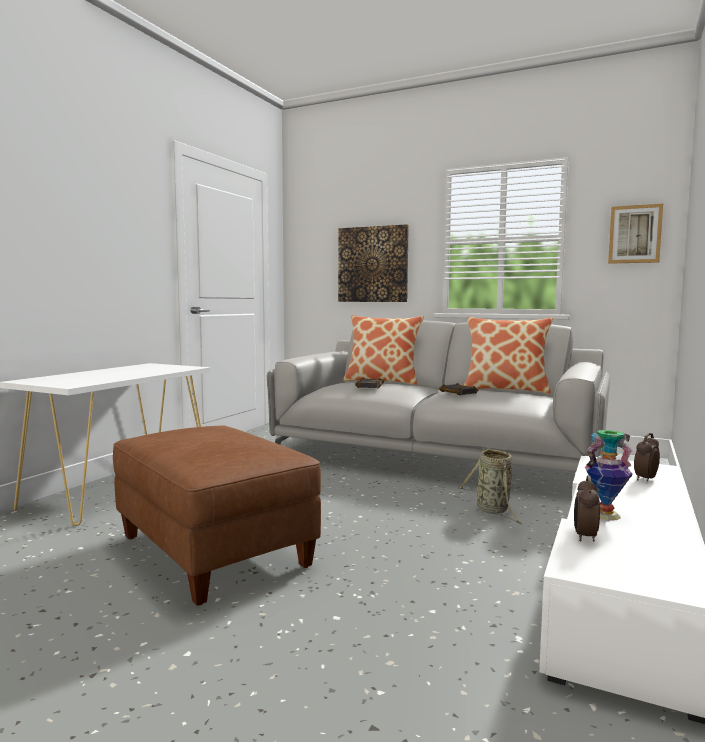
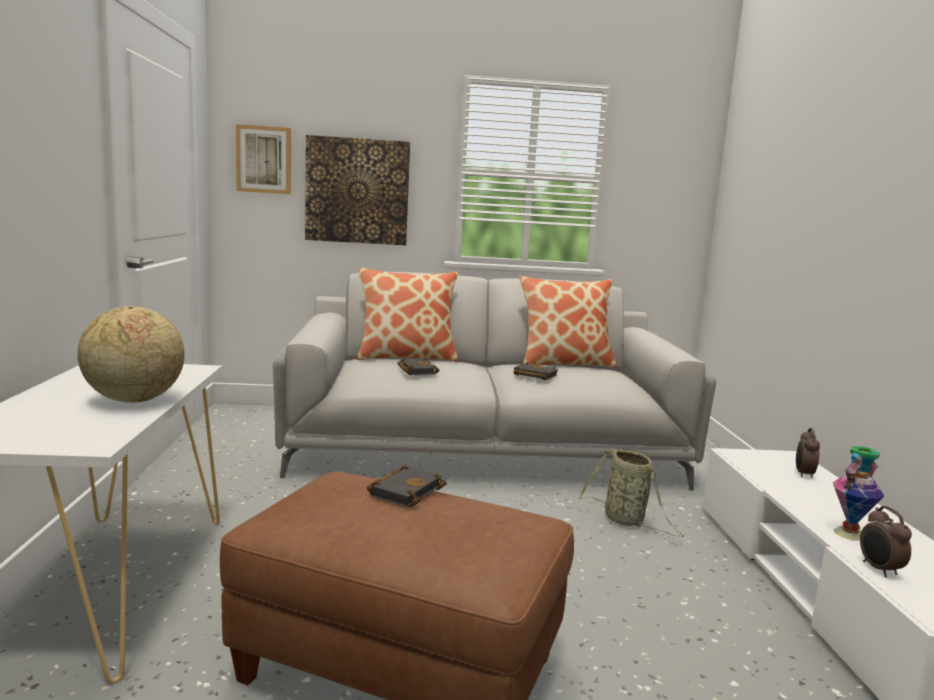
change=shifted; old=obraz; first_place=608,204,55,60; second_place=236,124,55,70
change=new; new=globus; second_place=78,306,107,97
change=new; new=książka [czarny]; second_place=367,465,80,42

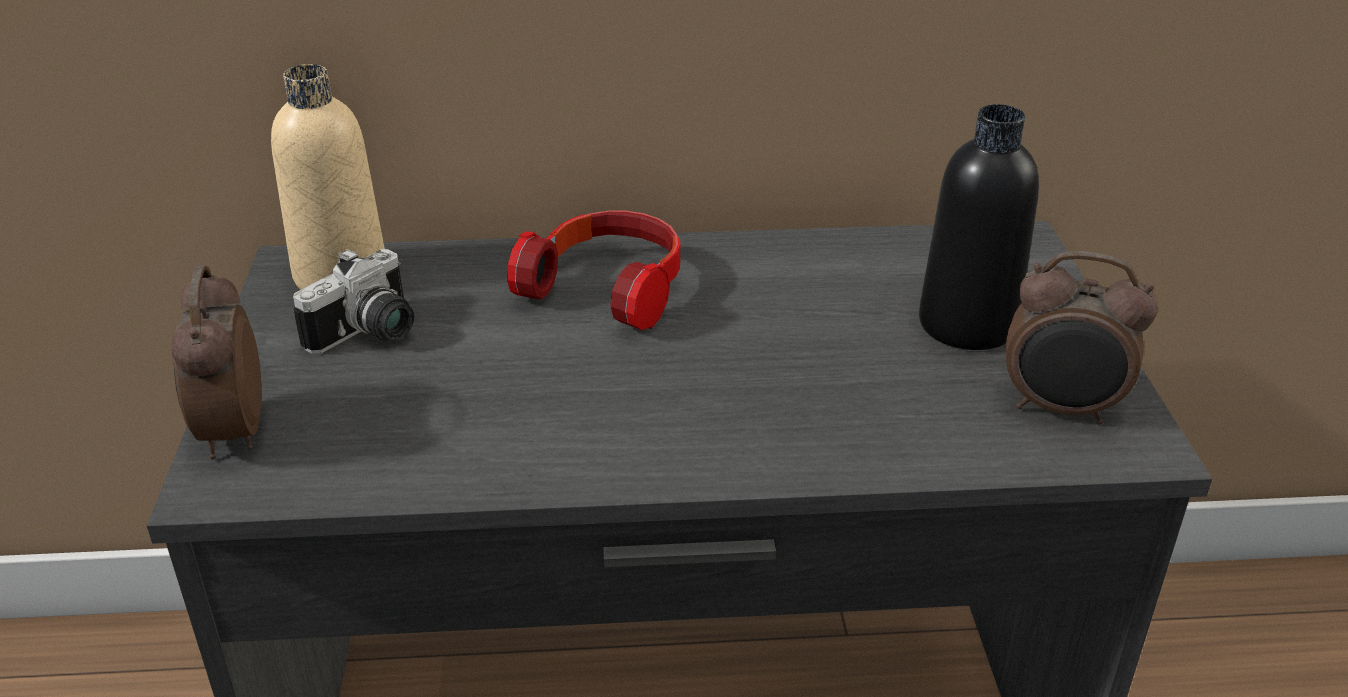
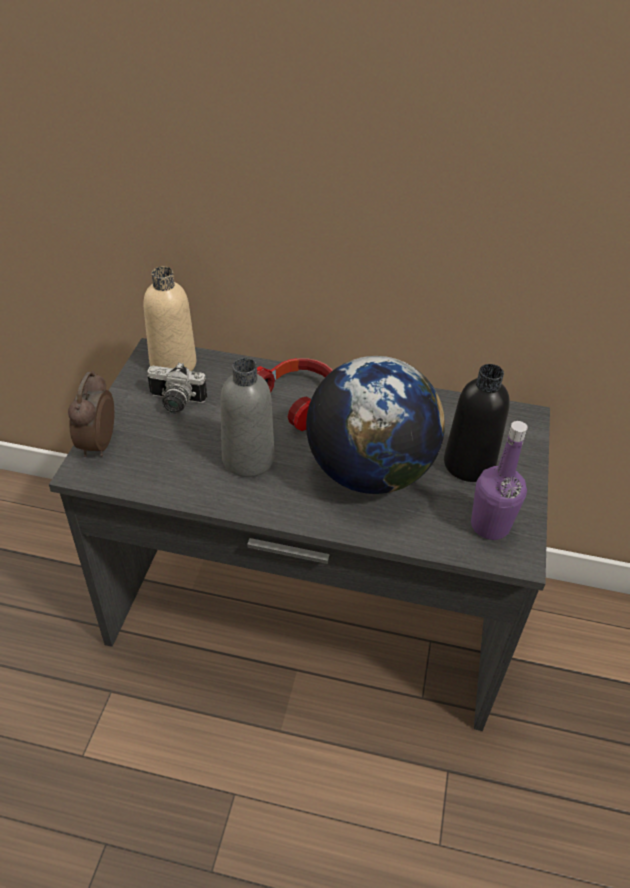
change=rotated; old=aparat fotograficzny; first_place=293,249,121,105; second_place=147,362,60,52; degrees=45
change=swapped; old=budzik; new=butelka [fioletowy]; first_place=1006,251,152,174; second_place=471,421,57,119
change=new; new=globus; second_place=306,356,139,138
change=new; new=butelka [szary]; second_place=220,358,54,119

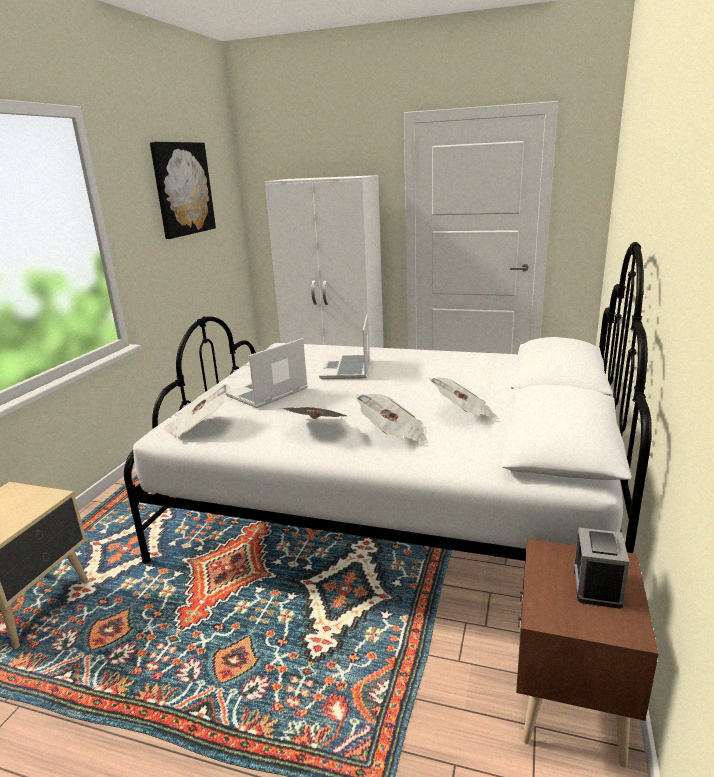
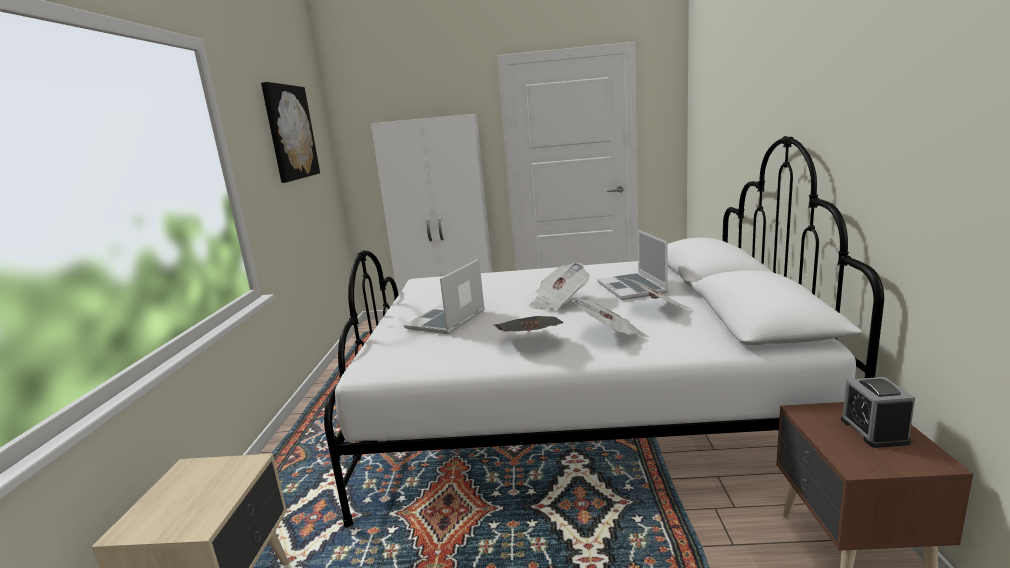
change=shifted; old=laptop; first_place=319,314,51,65; second_place=597,230,71,70
change=shifted; old=gazeta; first_place=164,384,66,54; second_place=529,262,60,47

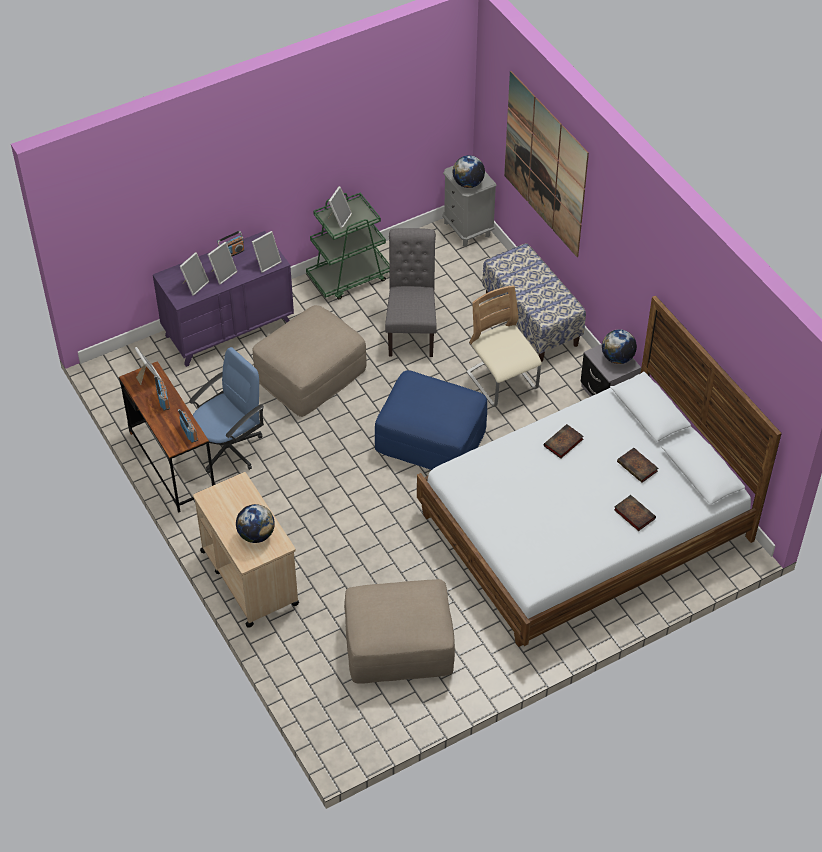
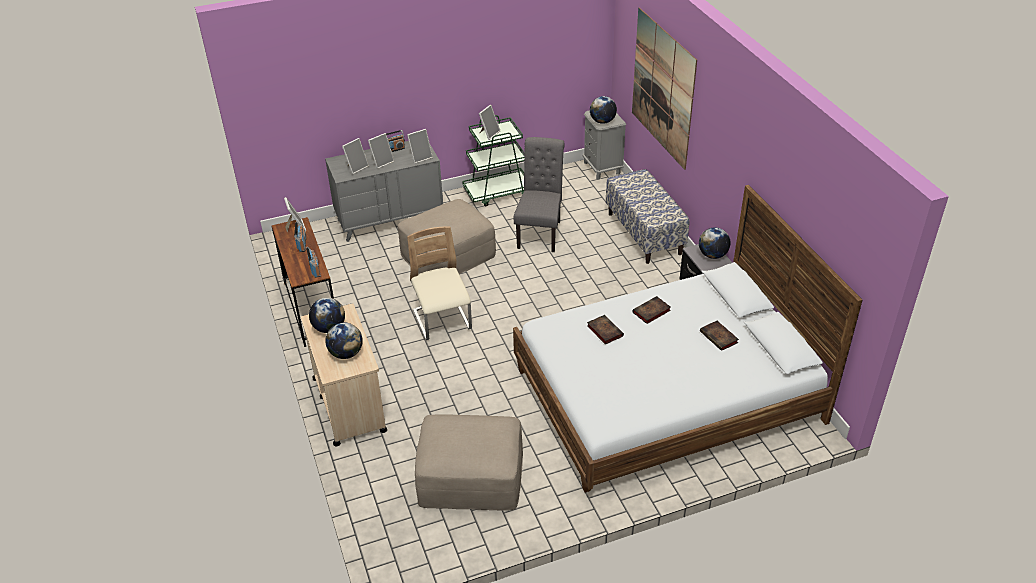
change=repainted; old=komoda [fioletowy]; new=komoda [szary]; first_place=153,231,141,136; second_place=325,141,118,101
change=shifted; old=krzesło [beżowy]; first_place=466,286,76,121; second_place=407,227,65,113
change=gone; old=krzesło biurowe [niebieski]; first_place=189,347,75,126
change=gone; old=pufa [niebieski]; first_place=375,370,112,100
change=shifted; old=książka; first_place=614,495,42,36; second_place=587,315,37,29
change=new; new=globus; second_place=309,298,36,35

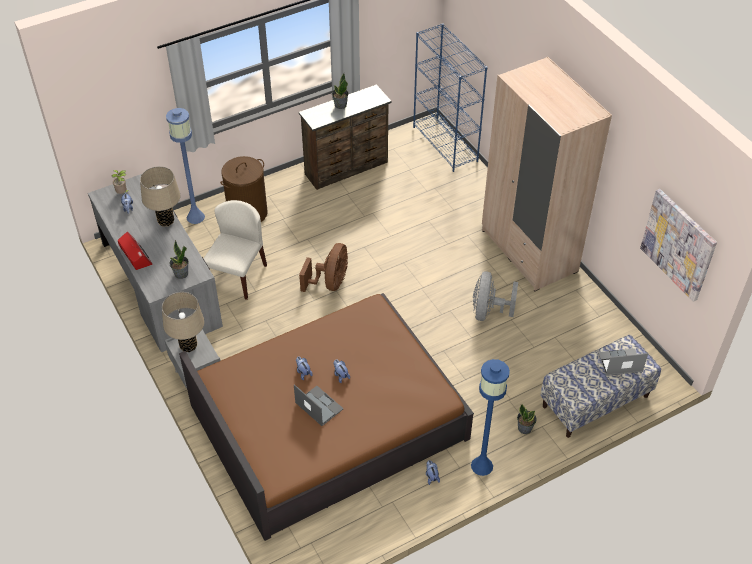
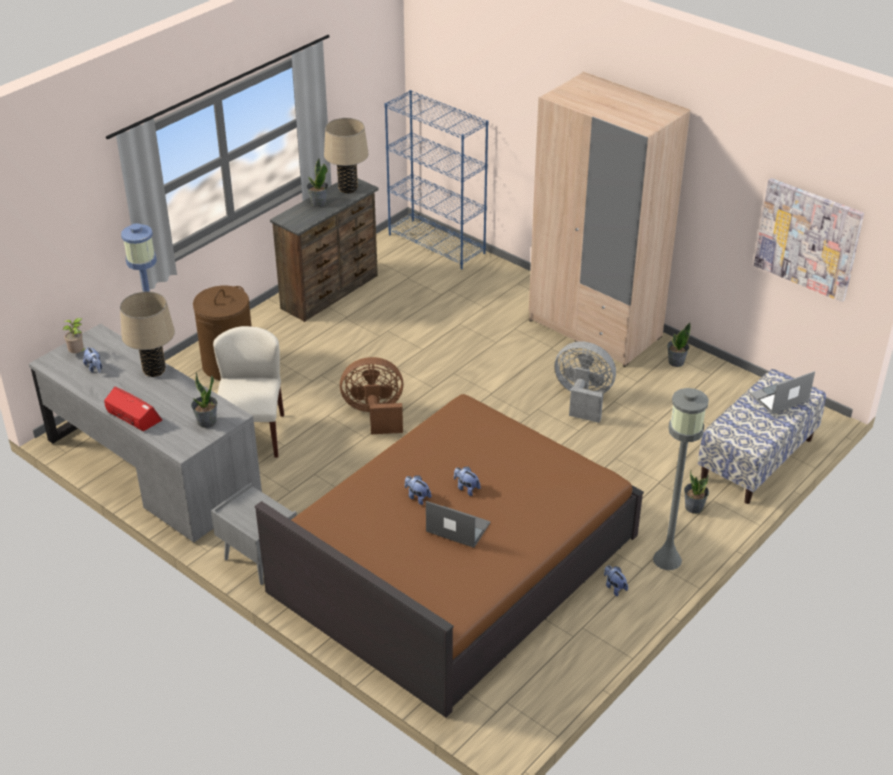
change=rotated; old=wentylator [brązowy]; first_place=299,243,49,49; second_place=340,357,64,77; degrees=-90
change=rotated; old=wentylator [szary]; first_place=473,271,45,50; second_place=555,342,61,81; degrees=120
change=shifted; old=lampa stołowa [beżowy]; first_place=162,292,42,60; second_place=324,118,45,75
change=repainted; old=lampa stojąca [niebieski]; new=lampa stojąca [szary]; first_place=471,359,39,117; second_place=653,388,56,182
change=new; new=roślina doniczkowa; second_place=667,323,24,44

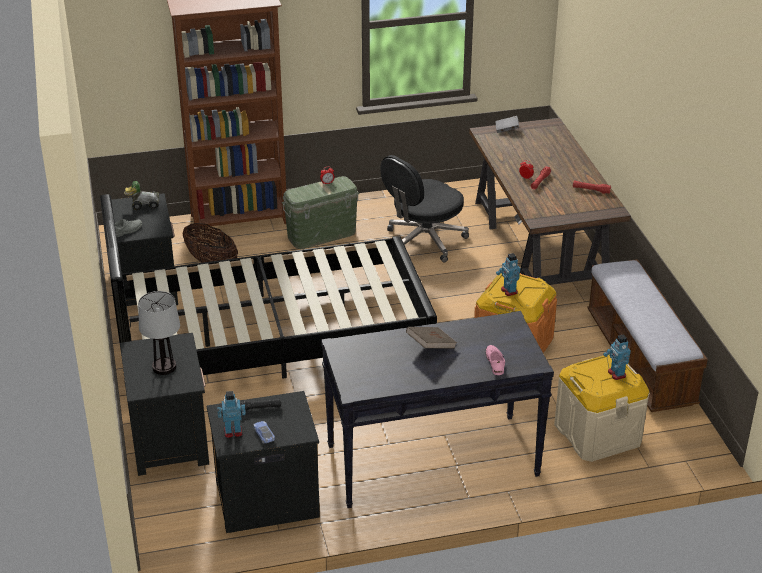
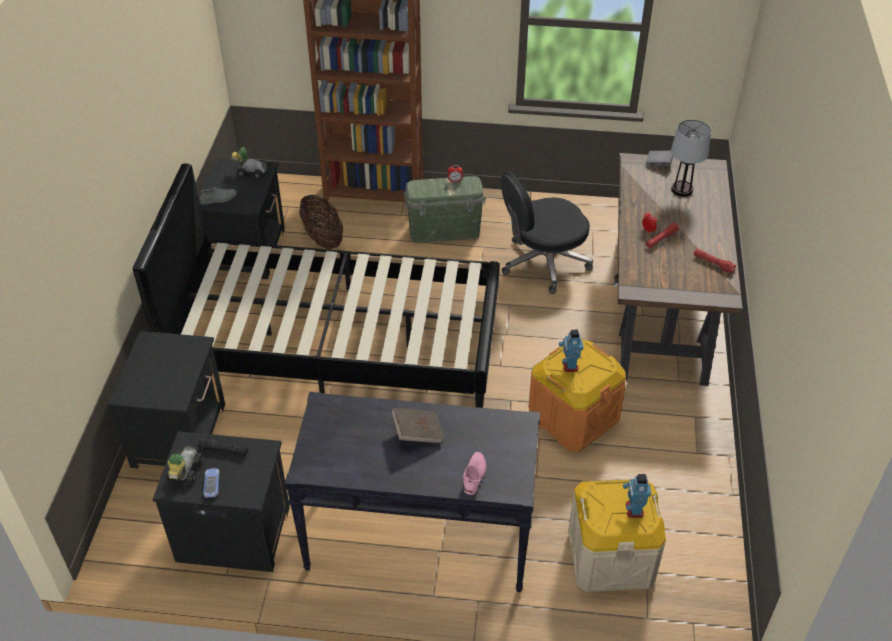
change=gone; old=ławka; first_place=587,259,121,153
change=shifted; old=lampa stołowa; first_place=138,291,42,84; second_place=671,120,40,77
change=swapped; old=robot zabawkowy; new=samochodzik; first_place=217,391,29,47; second_place=166,446,38,38

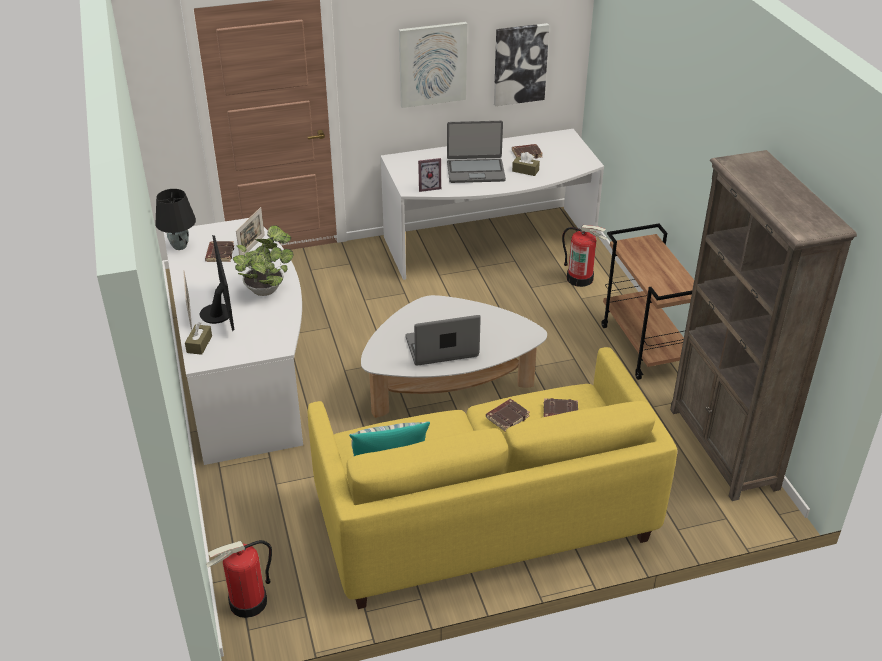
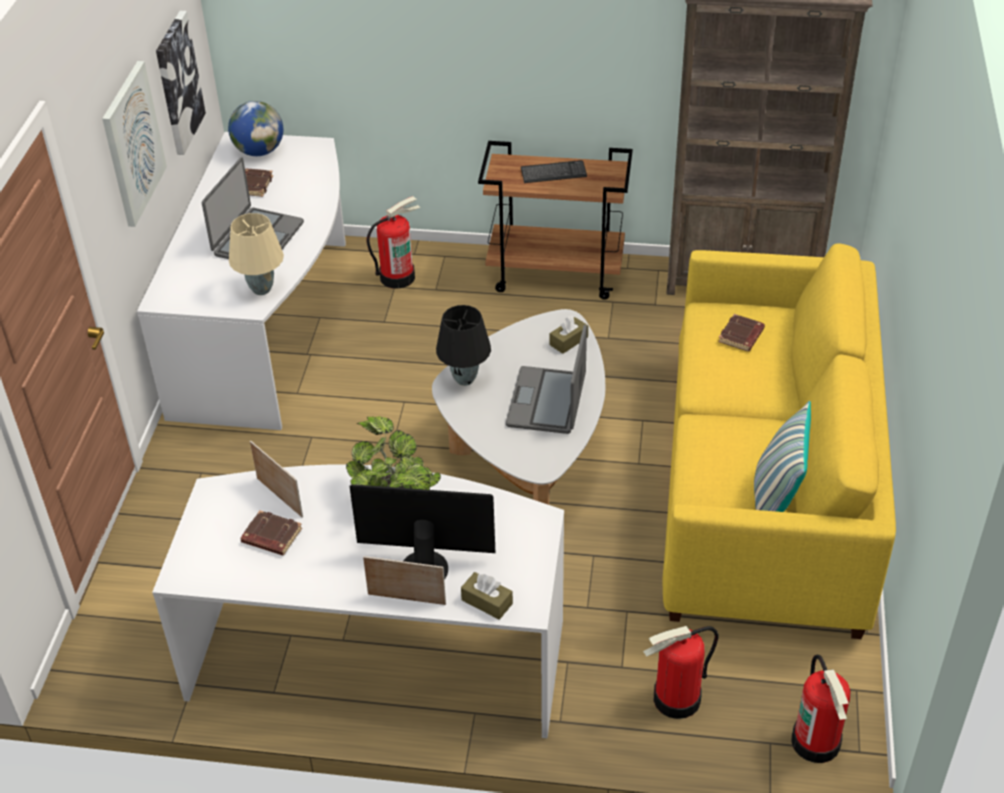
change=shifted; old=pudełko chusteczek [brązowy]; first_place=512,152,28,24; second_place=550,316,38,38
change=swapped; old=ramka na zdjęcie; new=lampa stołowa [beżowy]; first_place=418,158,23,34; second_place=229,213,55,82
change=shifted; old=lampa stołowa [czarny]; first_place=155,189,41,61; second_place=436,305,55,81
change=gone; old=książka [brązowy]; first_place=486,399,44,32
change=new; new=globus; second_place=228,101,55,55
change=new; new=klawiatura; second_place=521,160,66,23
change=new; new=gaśnica; second_place=643,626,76,93

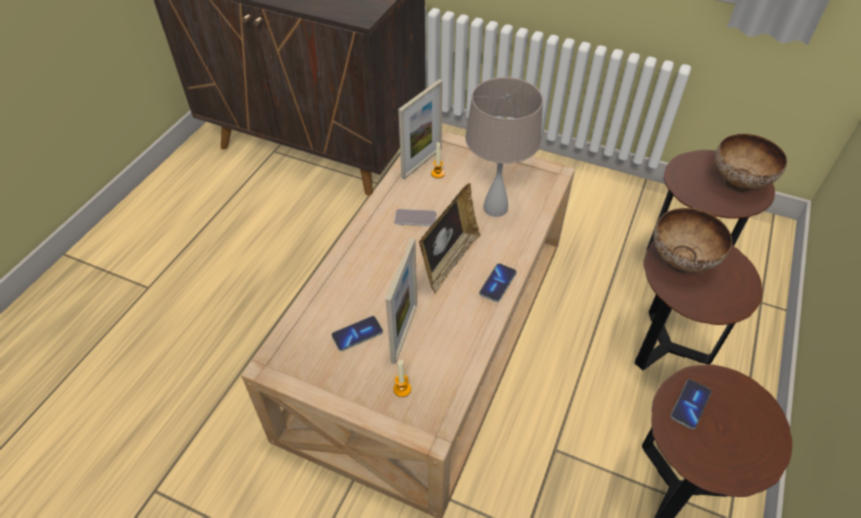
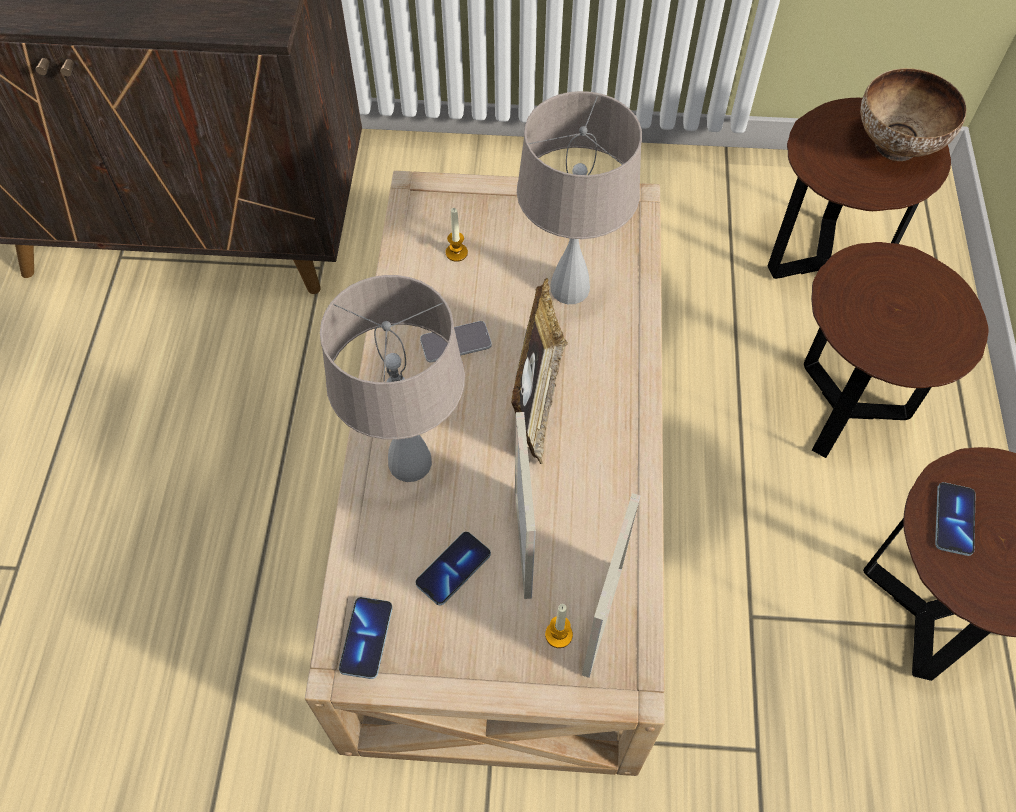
change=shifted; old=ramka na zdjęcie; first_place=398,79,45,100; second_place=582,493,58,185
change=gone; old=miska; first_place=653,208,79,66
change=shifted; old=telefon; first_place=479,264,37,38; second_place=339,597,54,82
change=new; new=lampa stołowa [beżowy]; second_place=320,275,145,207

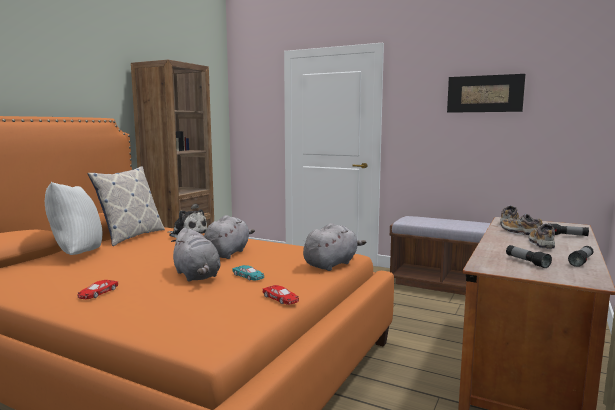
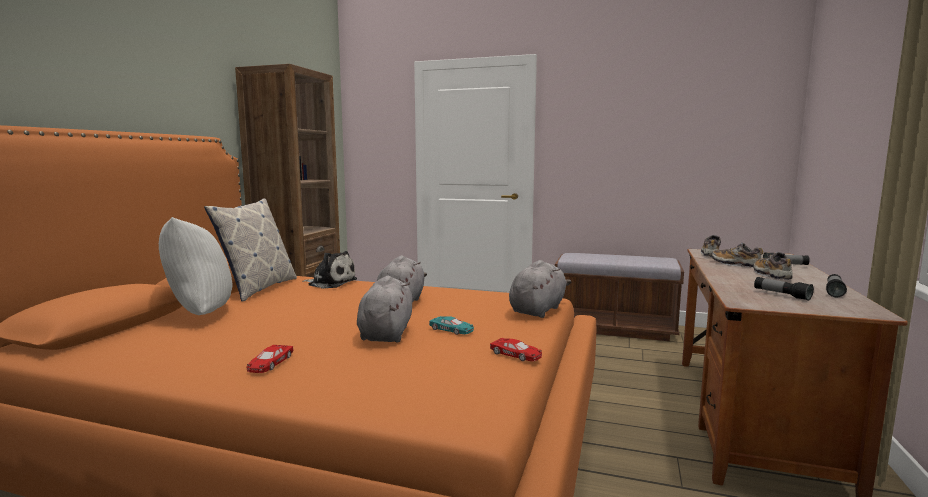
change=gone; old=obraz; first_place=447,74,78,39
change=rotated; old=pluszak [szary]; first_place=171,228,49,54; second_place=357,276,55,67; degrees=-135

